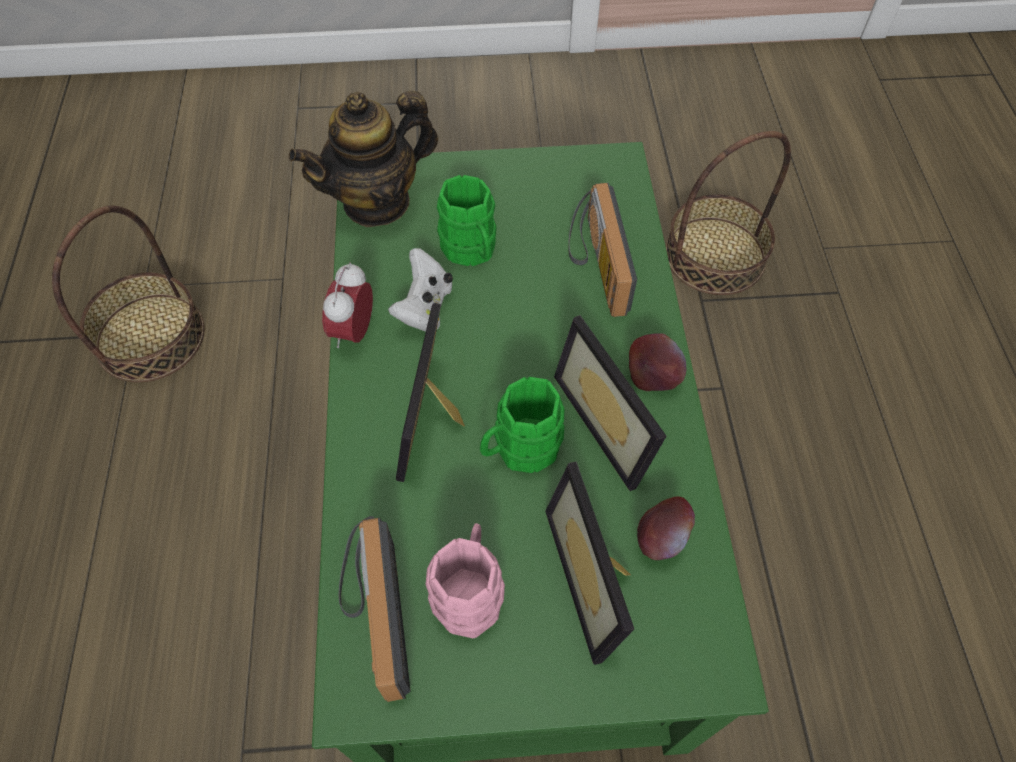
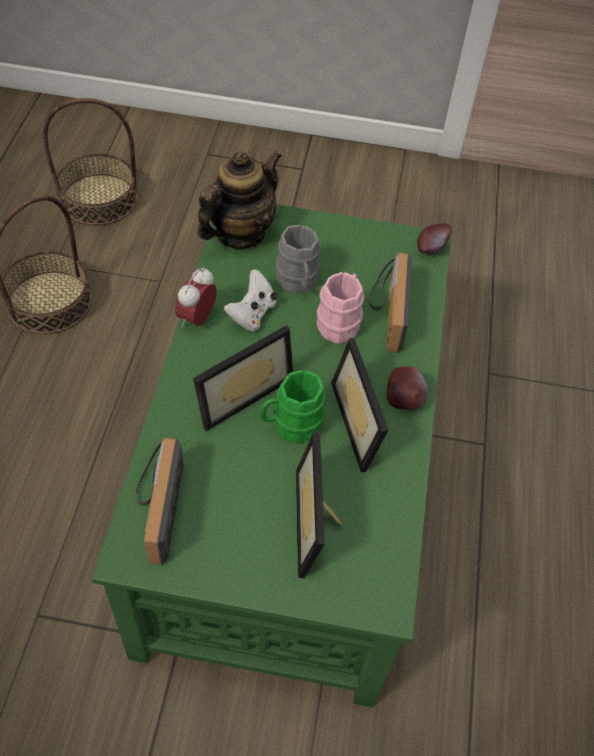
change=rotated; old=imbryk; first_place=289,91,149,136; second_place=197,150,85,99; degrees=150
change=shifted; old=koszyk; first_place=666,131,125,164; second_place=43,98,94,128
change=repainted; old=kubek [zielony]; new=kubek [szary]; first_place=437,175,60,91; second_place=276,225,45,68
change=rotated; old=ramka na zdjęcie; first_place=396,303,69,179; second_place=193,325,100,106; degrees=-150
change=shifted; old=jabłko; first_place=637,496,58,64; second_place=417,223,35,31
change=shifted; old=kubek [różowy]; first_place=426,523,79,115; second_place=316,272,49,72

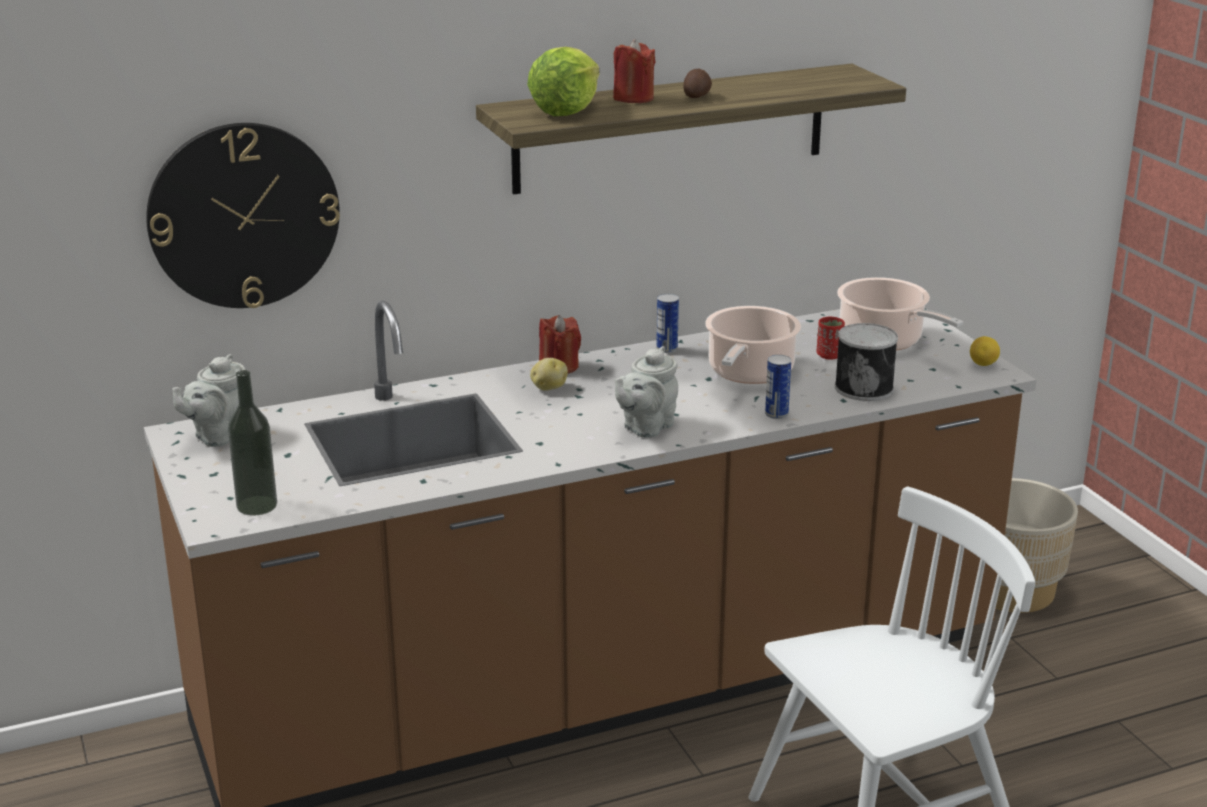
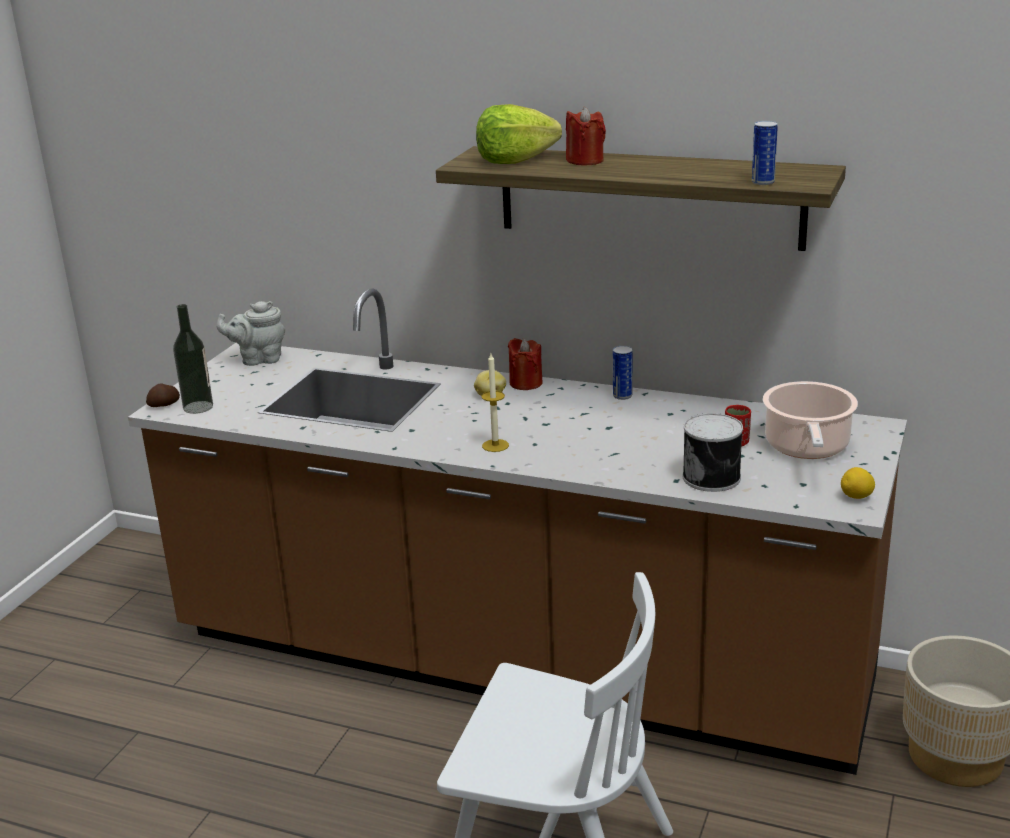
change=shifted; old=ziemniak; first_place=683,69,29,29; second_place=146,384,34,23
change=gone; old=zegar ścienny; first_place=146,123,194,185
change=gone; old=garnek; first_place=705,306,96,78
change=swapped; old=imbryk [szary]; new=świeca; first_place=614,346,64,92; second_place=481,354,28,98
change=shifted; old=puszka; first_place=765,355,26,64; second_place=752,121,26,64

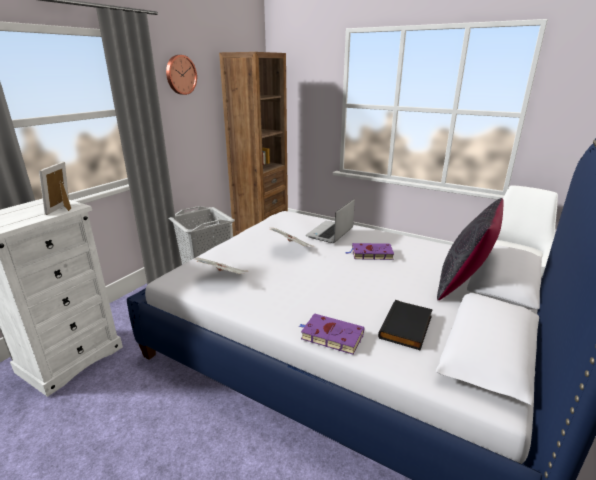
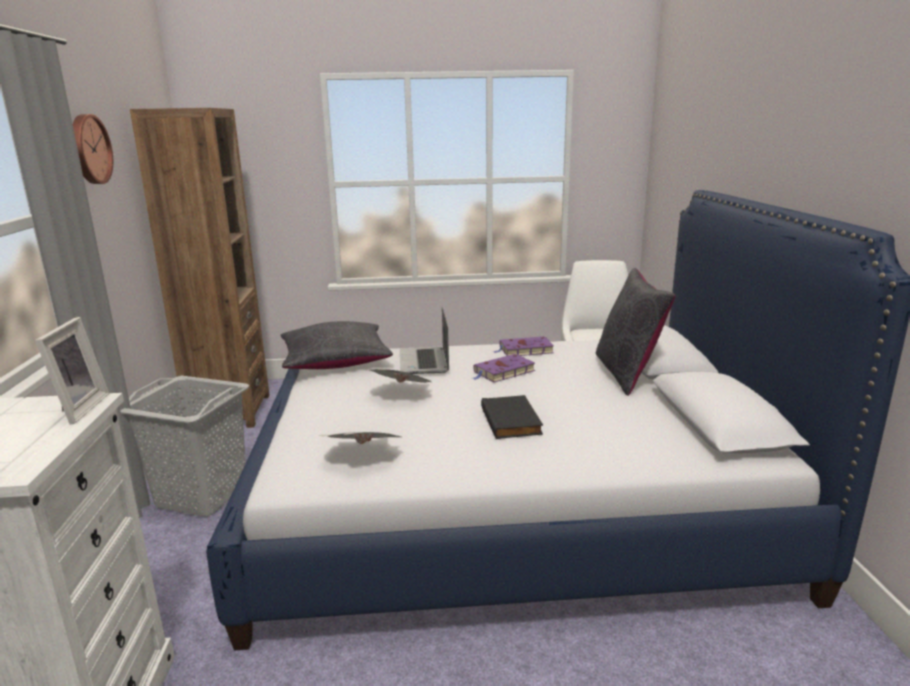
change=rotated; old=ramka na zdjęcie; first_place=39,162,32,53; second_place=35,317,74,107; degrees=-150
change=shifted; old=książka [czarny]; first_place=378,300,55,50; second_place=481,395,62,44
change=shifted; old=książka [fioletowy]; first_place=299,313,65,42; second_place=493,336,61,20
change=new; new=poduszka [czarny]; second_place=281,321,112,48

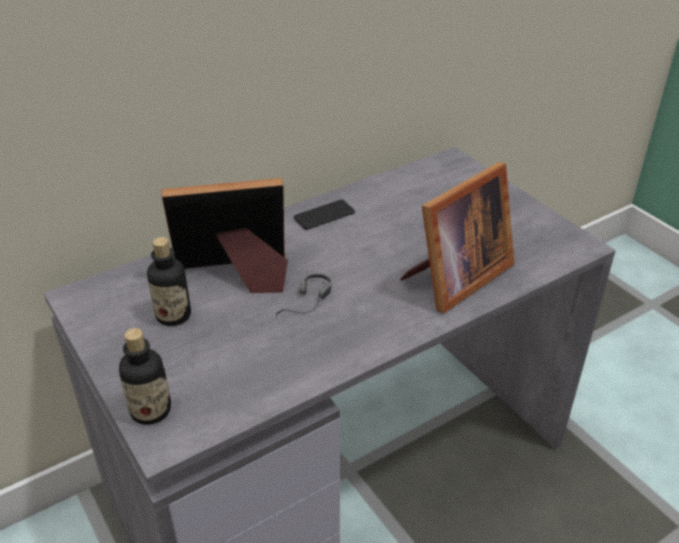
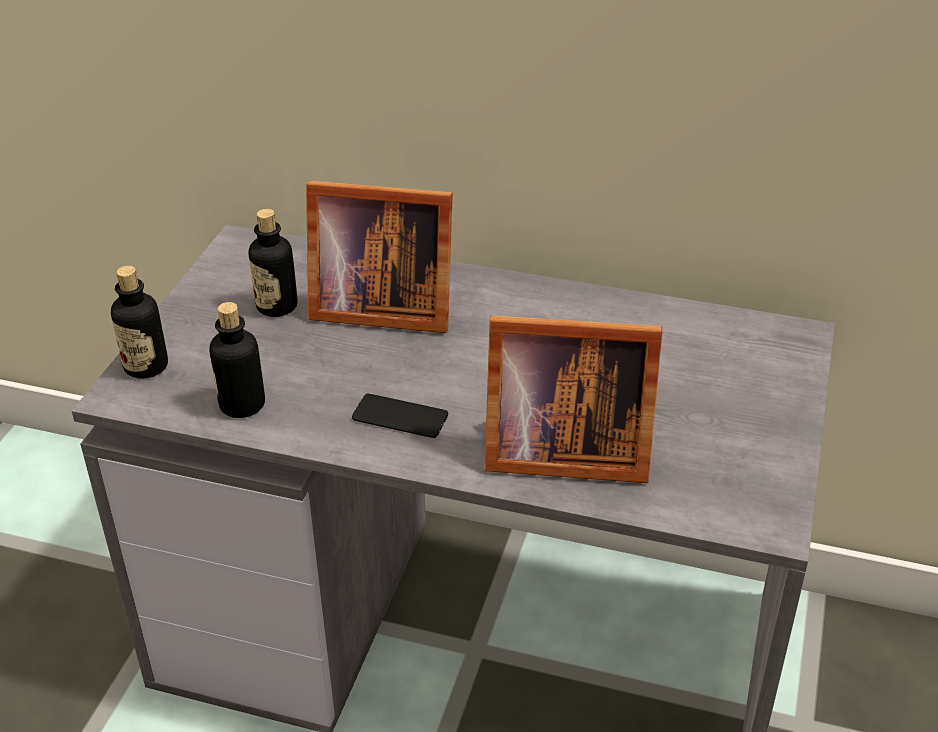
change=rotated; old=ramka na zdjęcie; first_place=161,178,127,115; second_place=306,181,147,152; degrees=150
change=shifted; old=telefon; first_place=294,199,61,31; second_place=352,394,96,44
change=gone; old=słuchawki; first_place=276,274,56,45
change=new; new=butelka; second_place=210,302,55,116

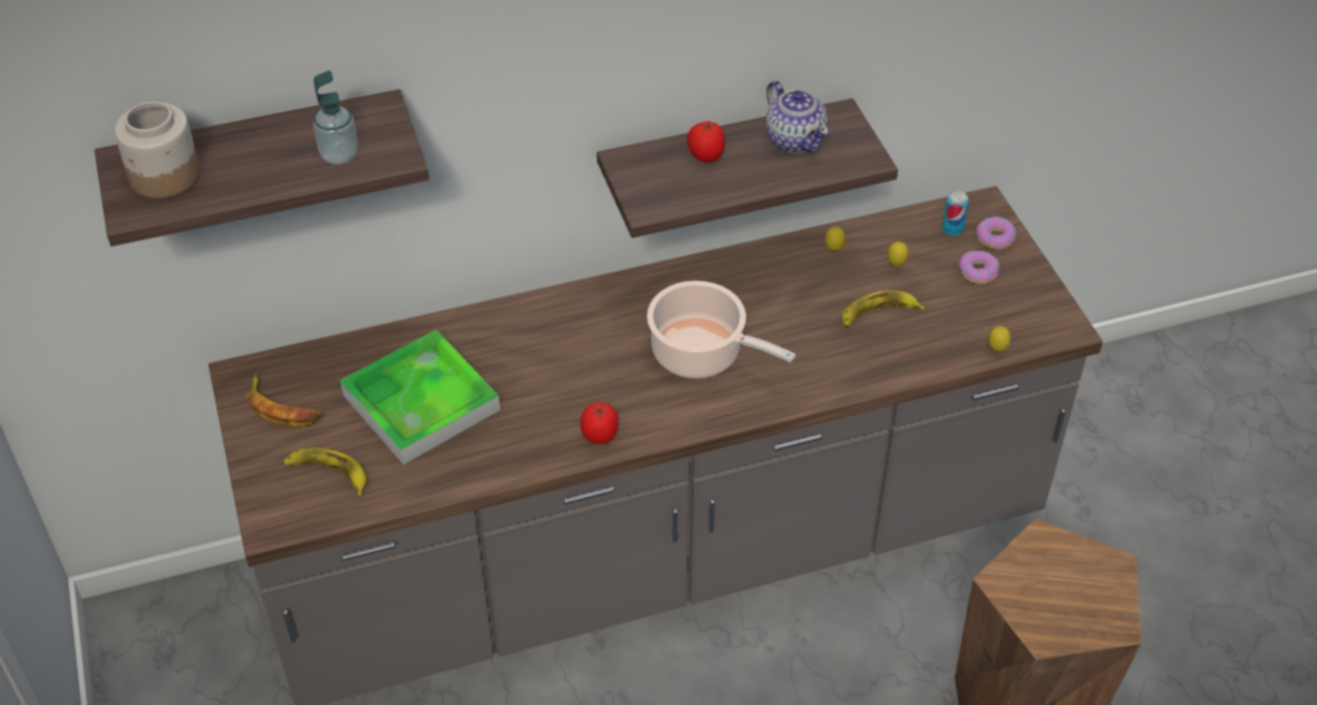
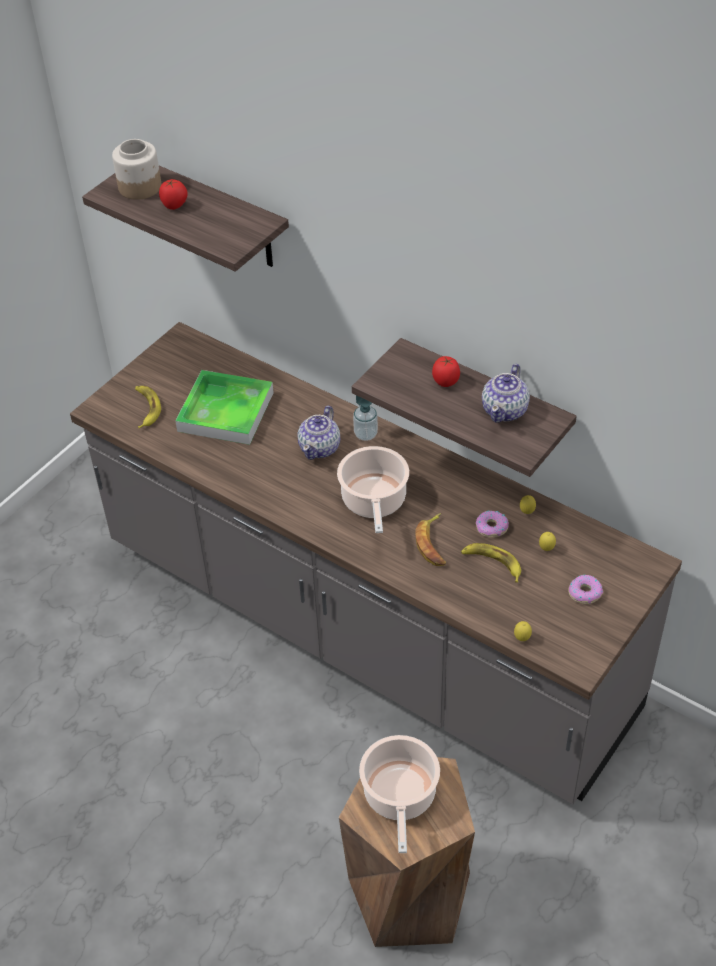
change=shifted; old=dozownik mydła; first_place=313,70,45,94; second_place=353,395,25,46
change=gone; old=puszka; first_place=942,191,27,45
change=shifted; old=donut; first_place=976,216,40,34; second_place=476,511,33,26
change=shifted; old=banan; first_place=246,374,76,53; second_place=415,513,31,53
change=shifted; old=pomidor; first_place=580,402,39,42; second_place=159,179,29,31
change=new; new=imbryk; second_place=298,405,42,55
change=new; new=garnek; second_place=359,735,81,118

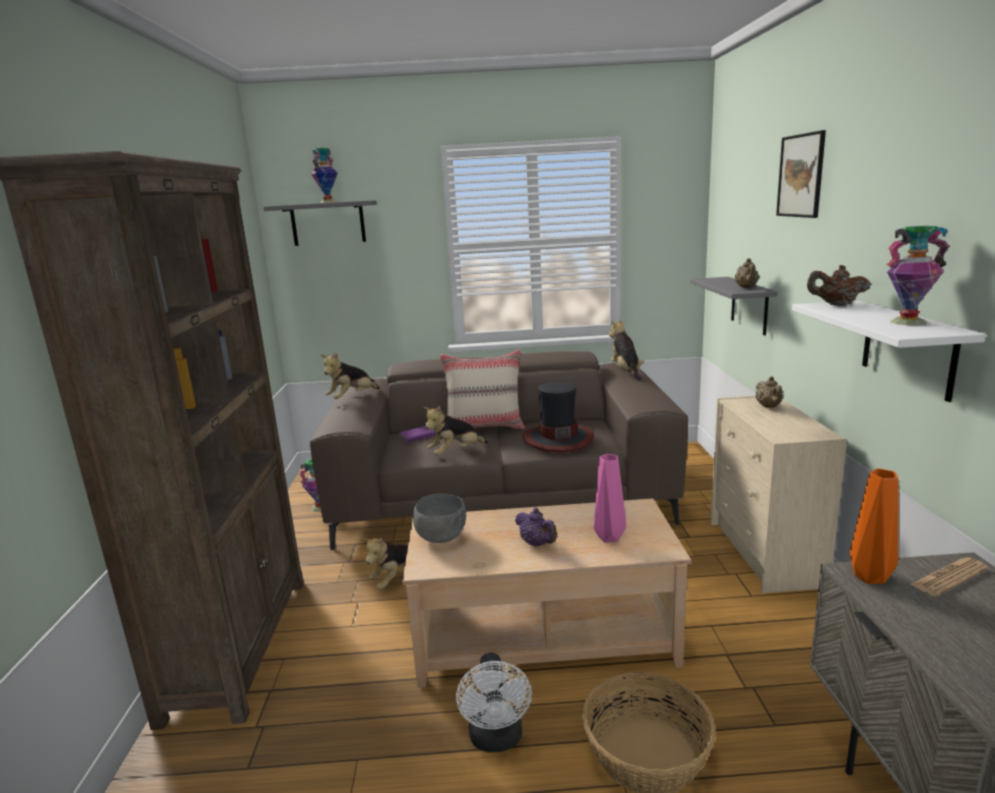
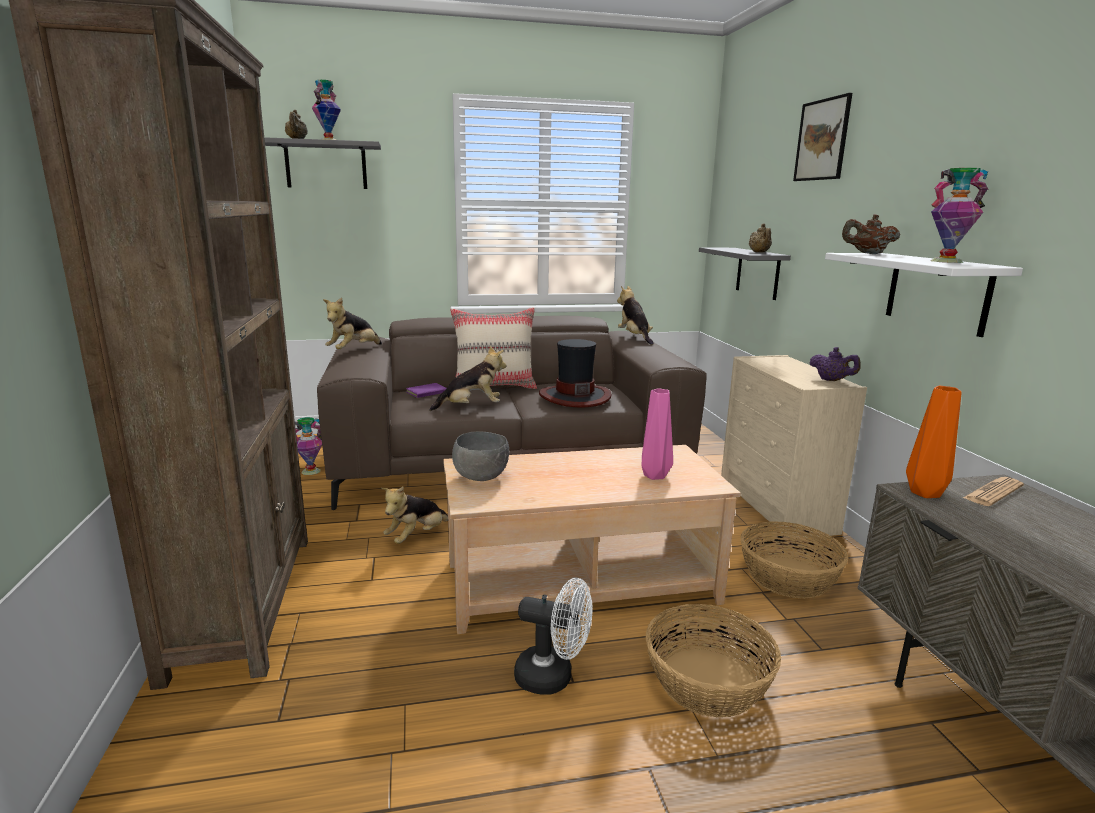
change=shifted; old=imbryk [beżowy]; first_place=756,376,27,32; second_place=285,110,23,29
change=rotated; old=pluszak; first_place=423,406,65,49; second_place=429,346,78,65; degrees=-150
change=shifted; old=imbryk [fioletowy]; first_place=515,507,42,40; second_place=809,347,52,34
change=rotated; old=wentylator [biały]; first_place=456,653,76,99; second_place=514,578,78,116; degrees=-60
change=new; new=koszyk; second_place=740,521,109,78

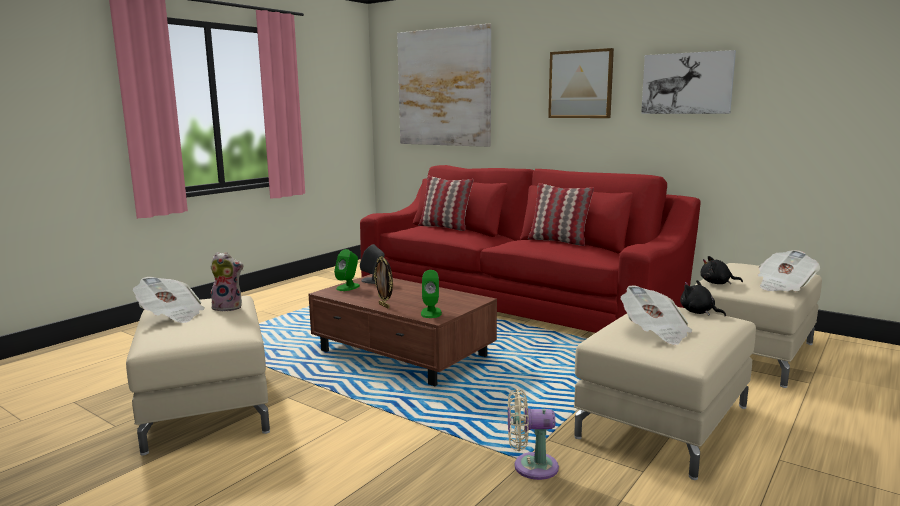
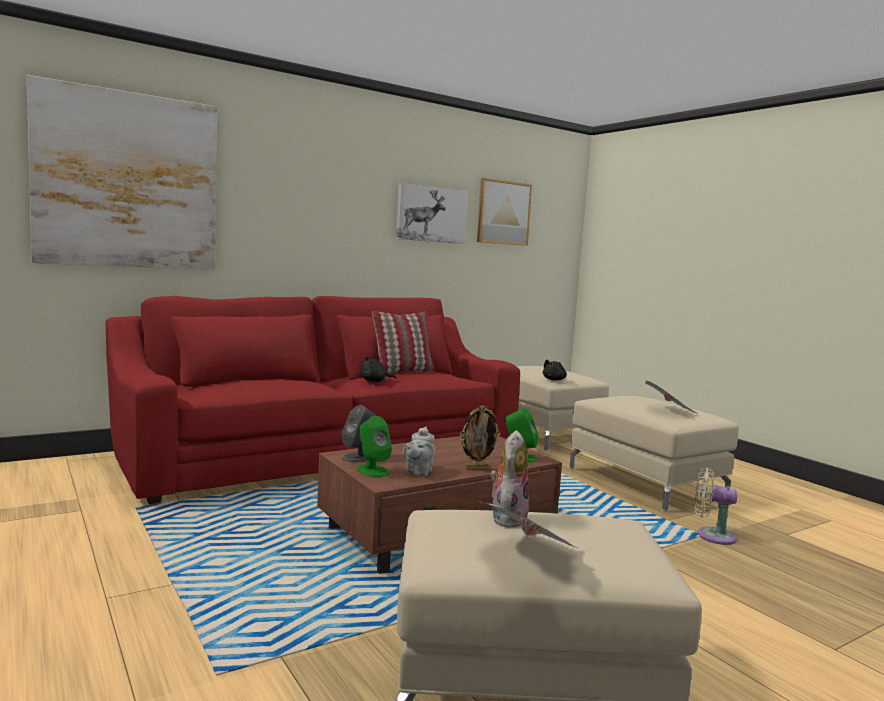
change=shifted; old=obraz; first_place=548,48,66,70; second_place=477,178,55,68
change=gone; old=poduszka; first_place=419,176,54,55
change=gone; old=gazeta; first_place=758,250,62,41
change=shifted; old=pluszak [czarny]; first_place=680,280,46,36; second_place=360,356,36,26
change=rotated; old=wentylator [beżowy]; first_place=508,389,51,91; second_place=695,468,43,77; degrees=90
change=new; new=imbryk [szary]; second_place=403,427,32,49

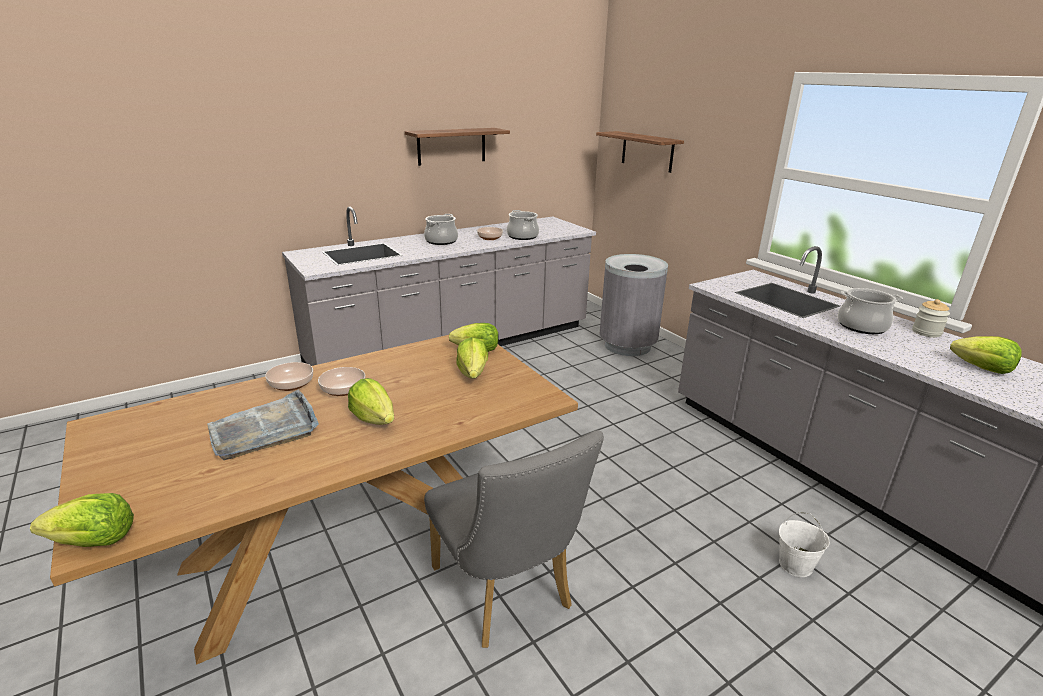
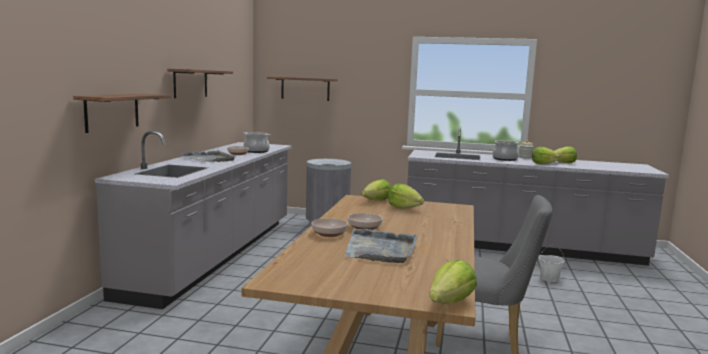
change=swapped; old=garnek; new=taca [szary]; first_place=424,214,34,31; second_place=181,150,55,12
change=shifted; old=sałata; first_place=348,378,46,47; second_place=532,147,28,17
change=new; new=półka; second_place=73,94,98,39

